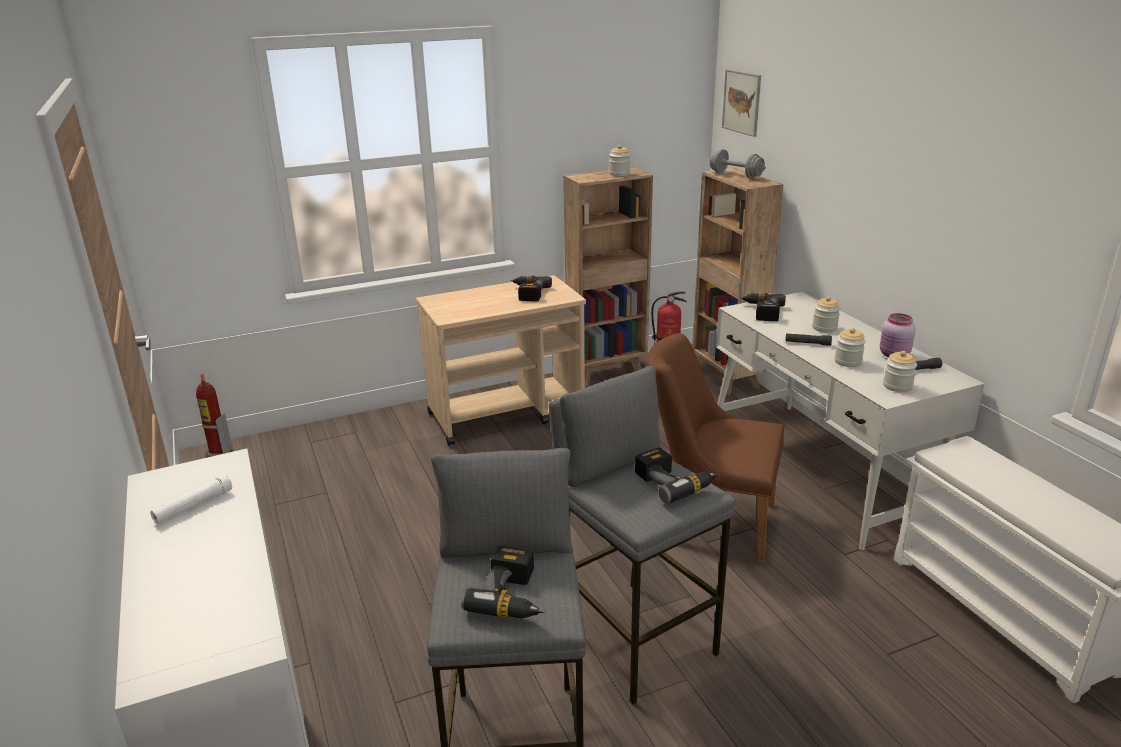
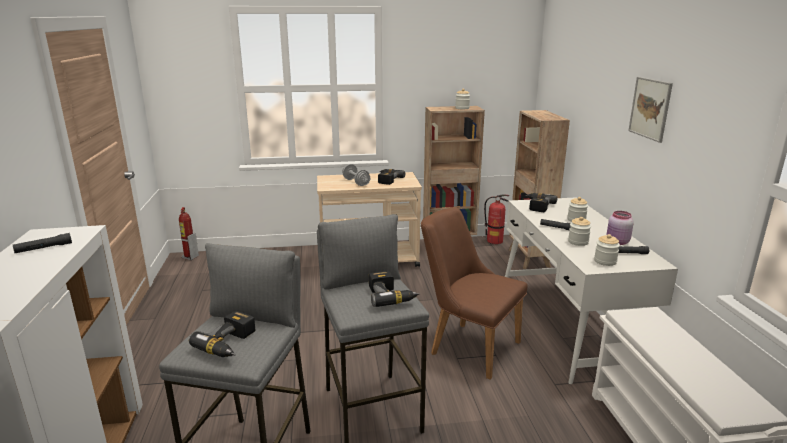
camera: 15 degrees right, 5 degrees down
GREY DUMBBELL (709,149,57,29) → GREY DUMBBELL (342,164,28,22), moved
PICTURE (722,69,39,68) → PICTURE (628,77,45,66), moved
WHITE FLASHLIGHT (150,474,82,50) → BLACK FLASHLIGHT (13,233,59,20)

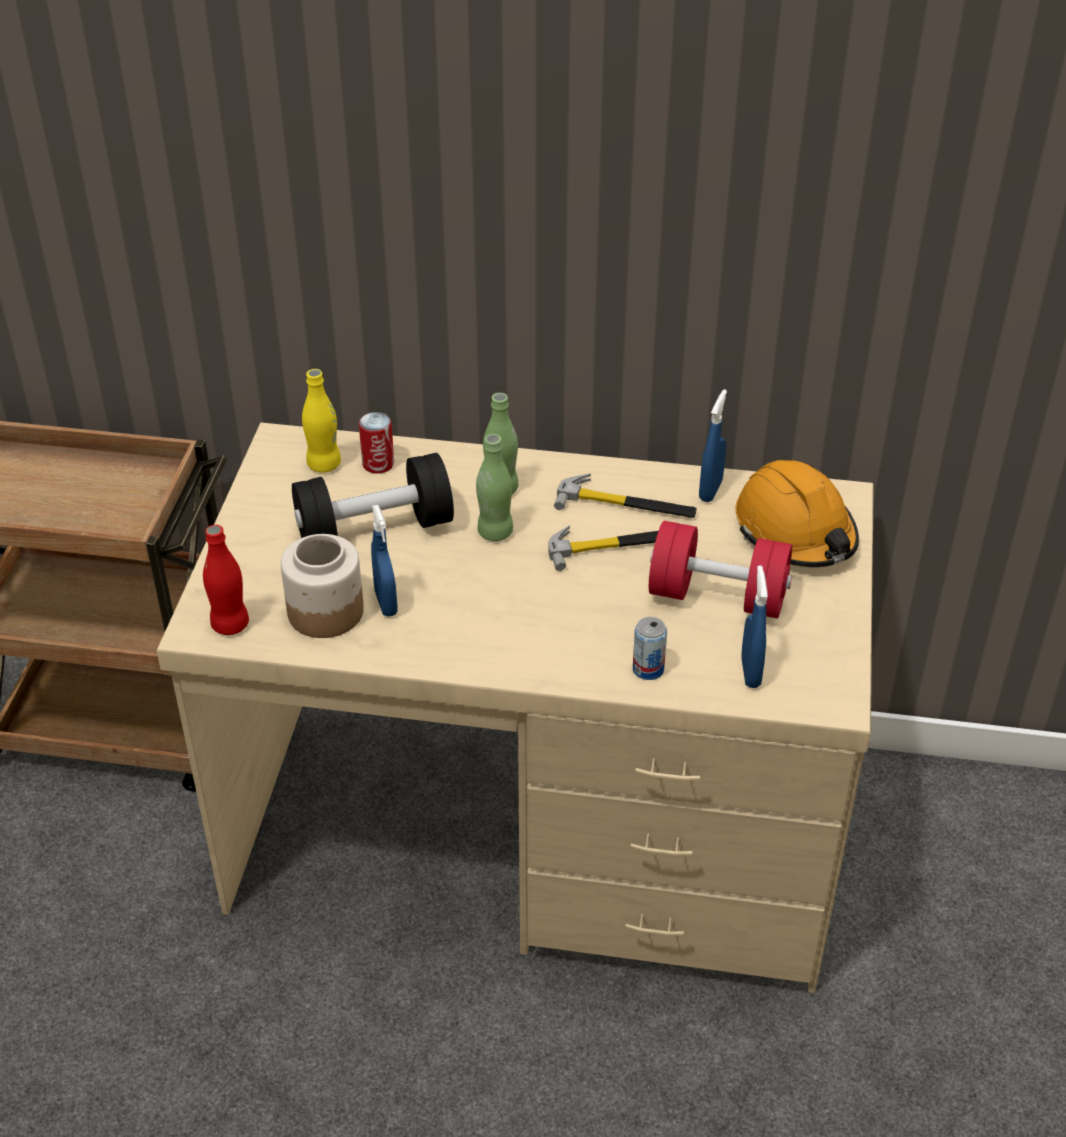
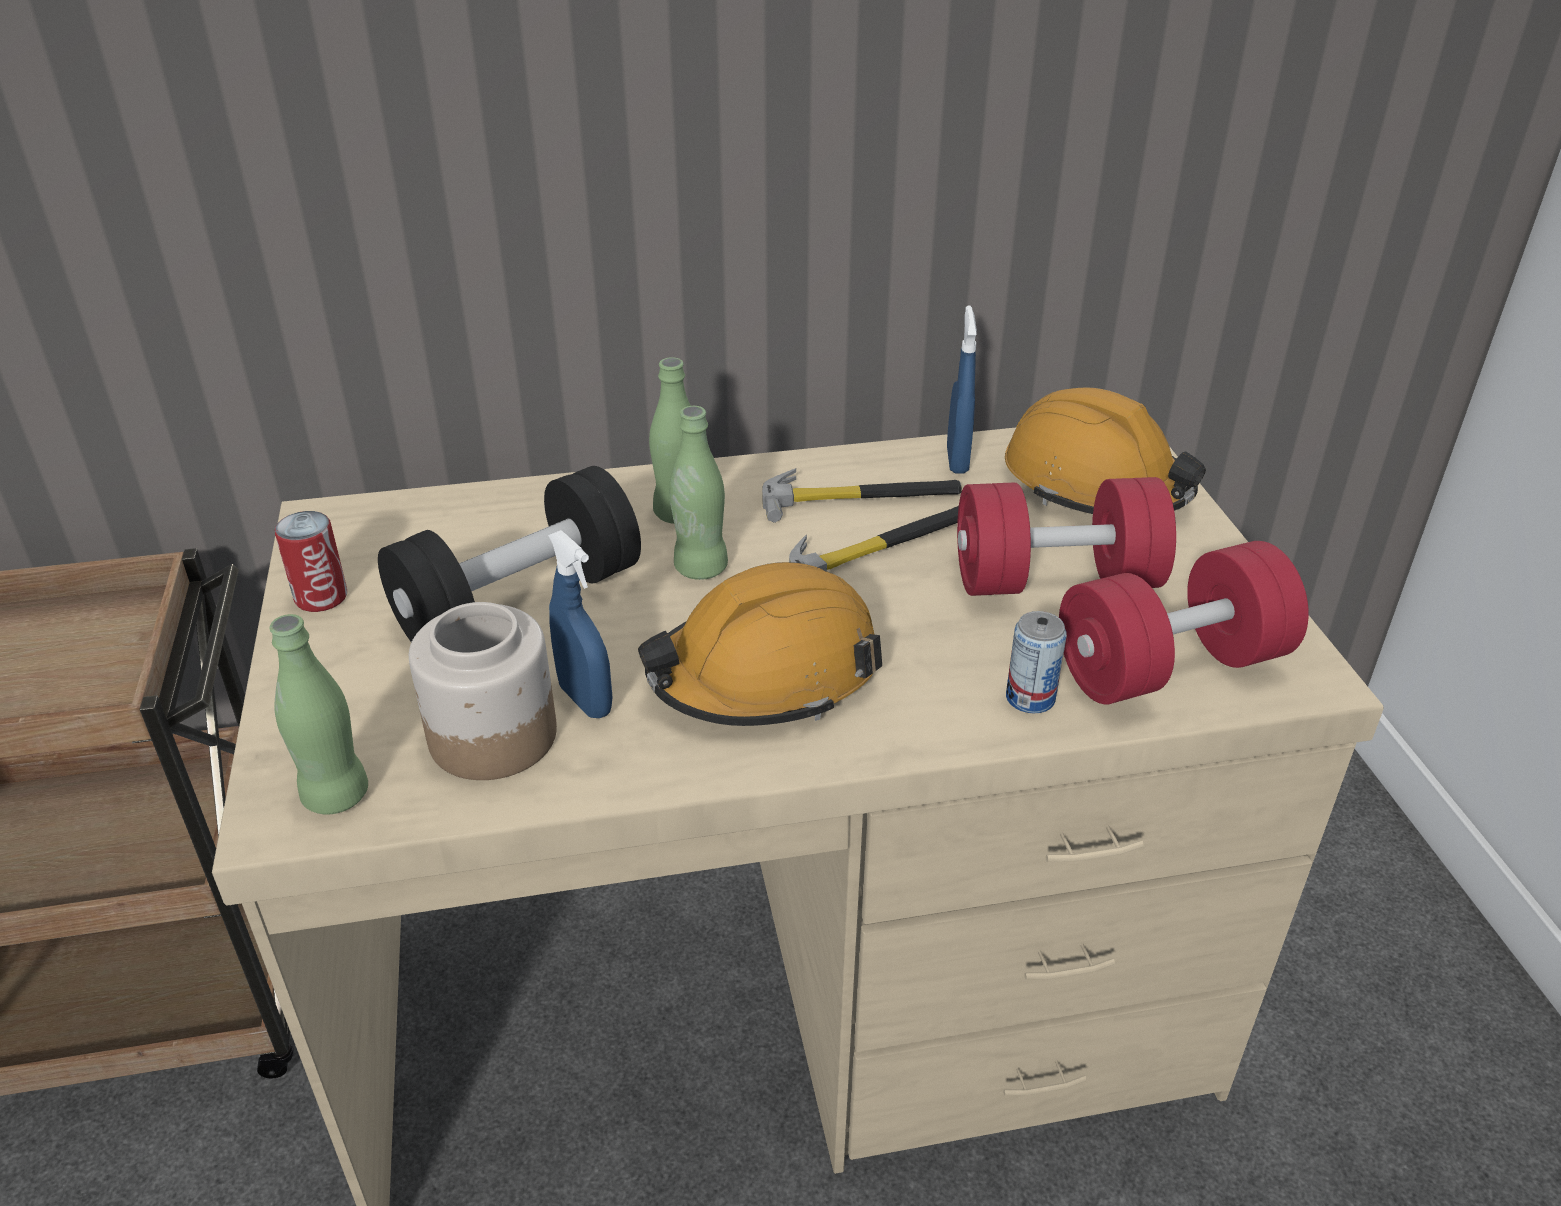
camera: 20 degrees left, 5 degrees down
YELLOW BOTTLE (302,369,39,104) → -
- → ORANGE HARD HAT (638,562,244,164)
CAN (359,412,35,62) → CAN (275,511,72,101), moved
BLUE SPRAY BOTTLE (741,565,27,123) → RED DUMBBELL (1059,541,250,163)
RED BOTTLE (203,525,46,110) → GREEN BOTTLE (270,614,98,201)

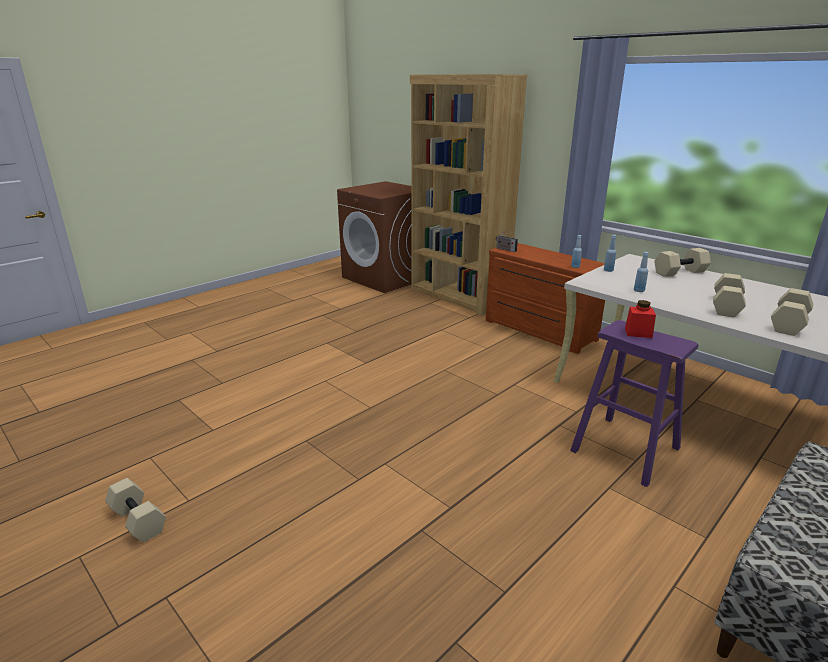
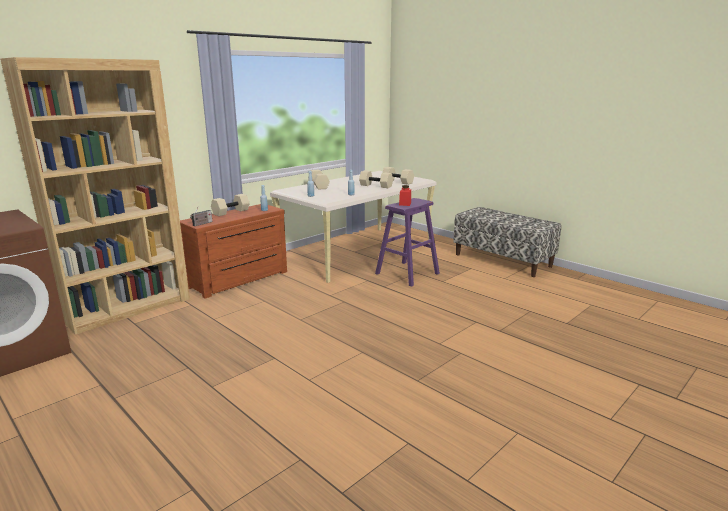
camera: 90 degrees left, 5 degrees down
BEIGE DUMBBELL (105,478,61,64) → BEIGE DUMBBELL (211,194,39,22), moved

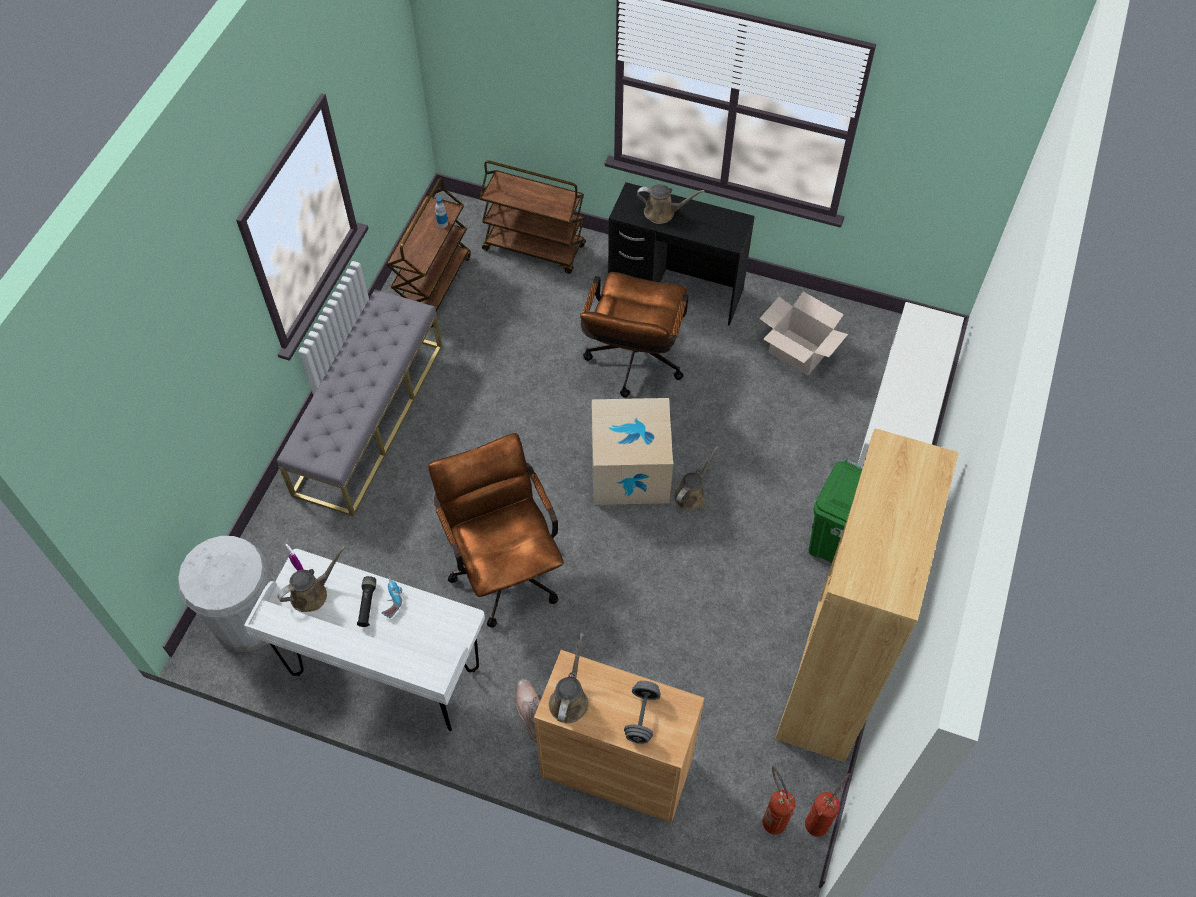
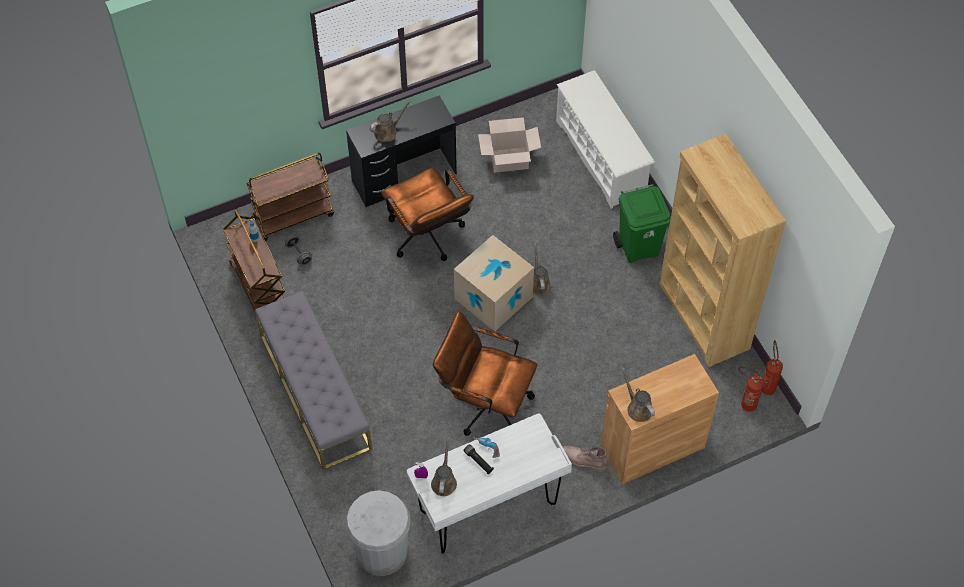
camera: 45 degrees left, 0 degrees up
GREY DUMBBELL (624,681,37,63) → GREY DUMBBELL (285,234,27,31), moved

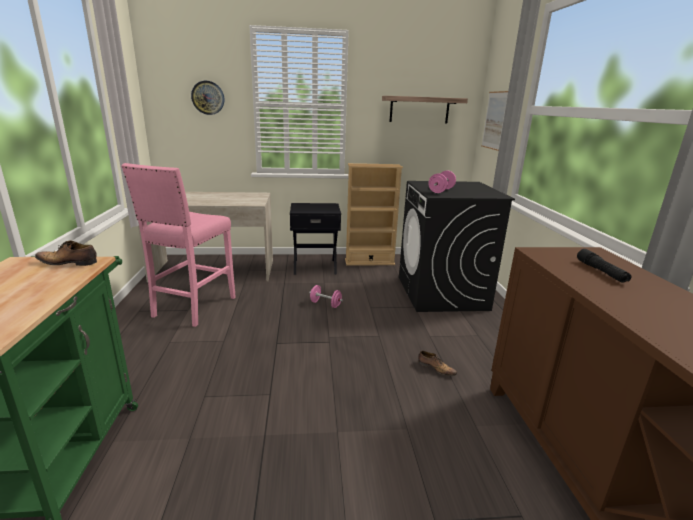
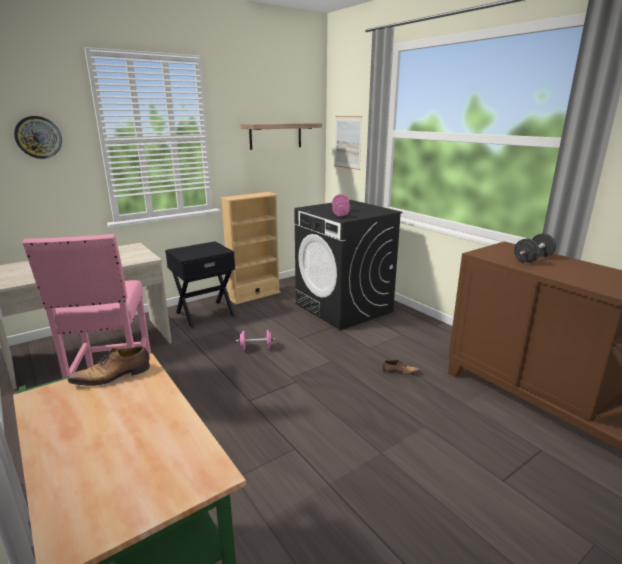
camera: 30 degrees left, 0 degrees up
BLACK FLASHLIGHT (577,249,54,34) → BLACK DUMBBELL (514,233,42,30)

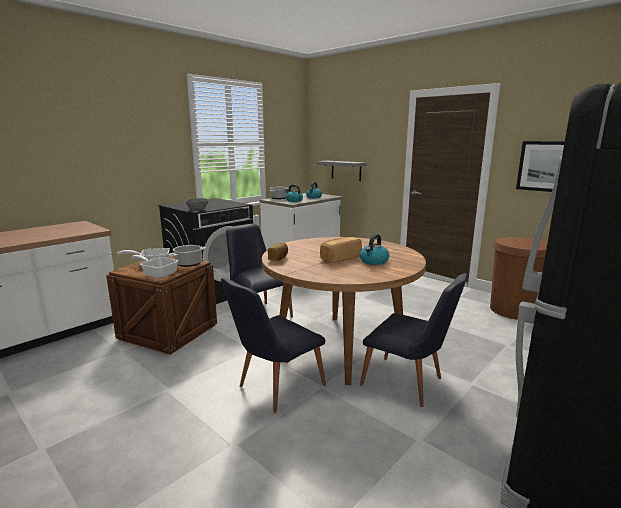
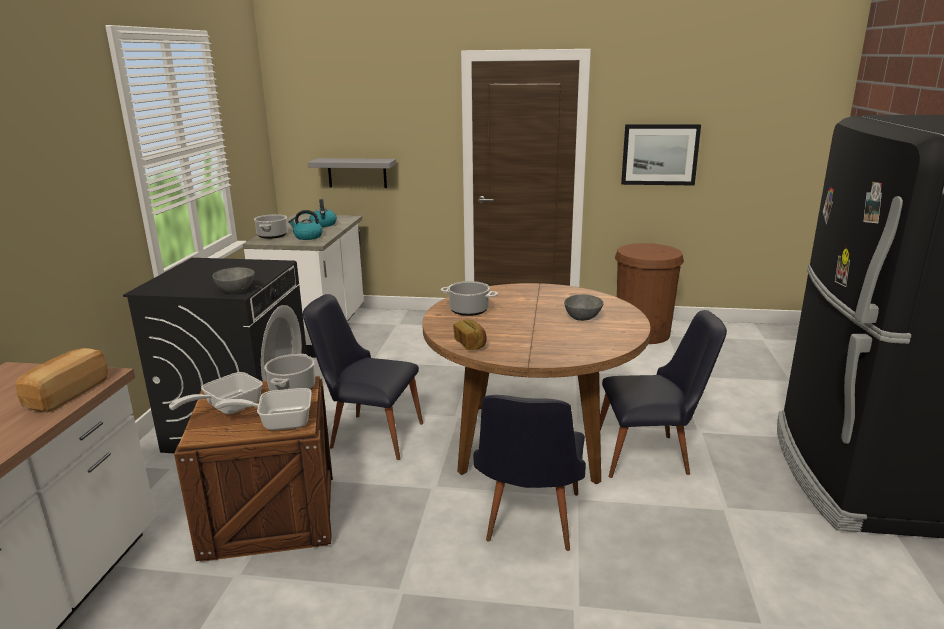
camera: 35 degrees left, 5 degrees up
- → COOKING POT (440,281,58,35)
BREAD (320,237,42,26) → BREAD (15,348,93,65), moved
KETTLE (360,234,29,31) → GREY BOWL (564,294,39,27)

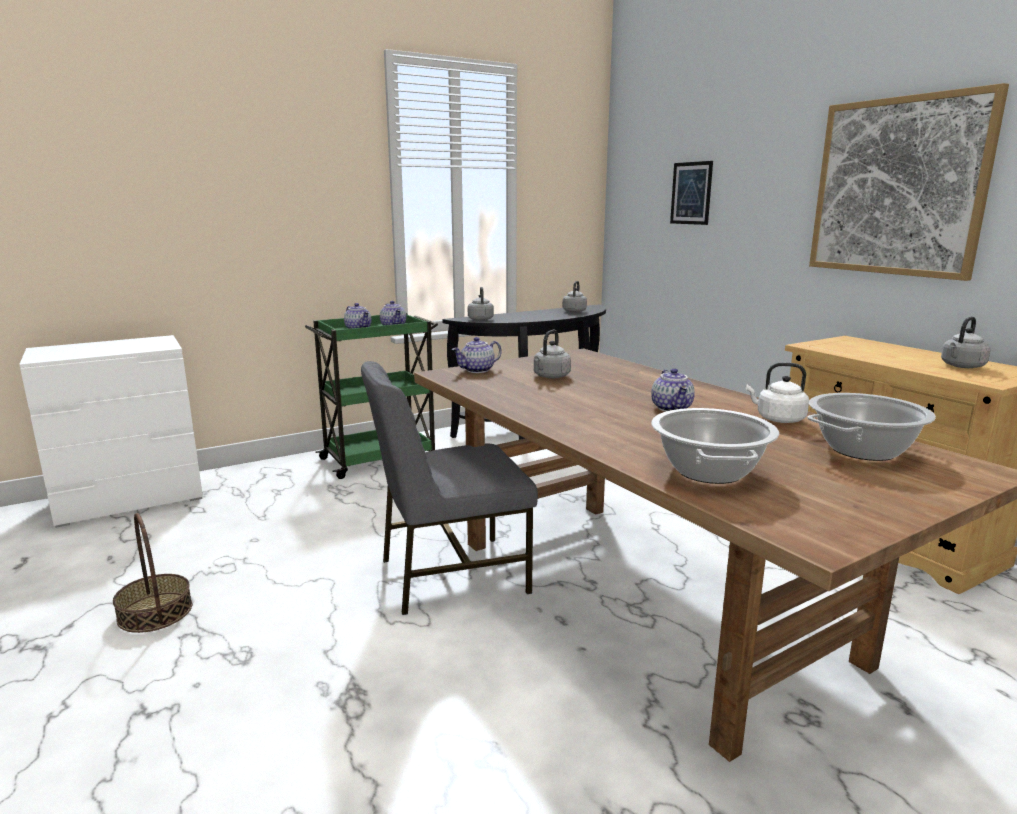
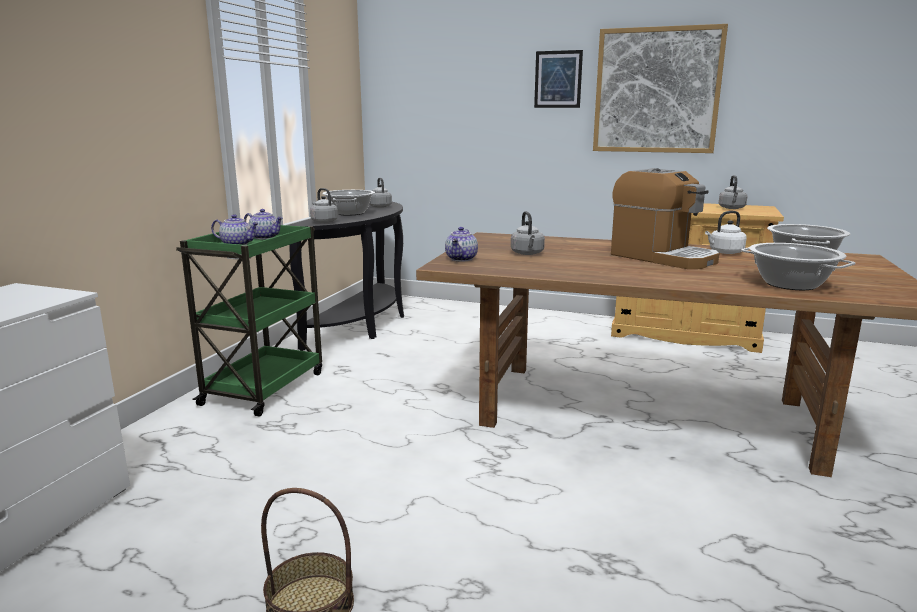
camera: 40 degrees left, 0 degrees up
GREY CHAIR (361,361,177,254) → -
- → COOKING POT (322,190,53,25)
PICTURE (670,161,43,64) → PICTURE (534,50,49,58), moved
TEAPOT (651,368,44,44) → COFFEE MACHINE (611,168,108,101)

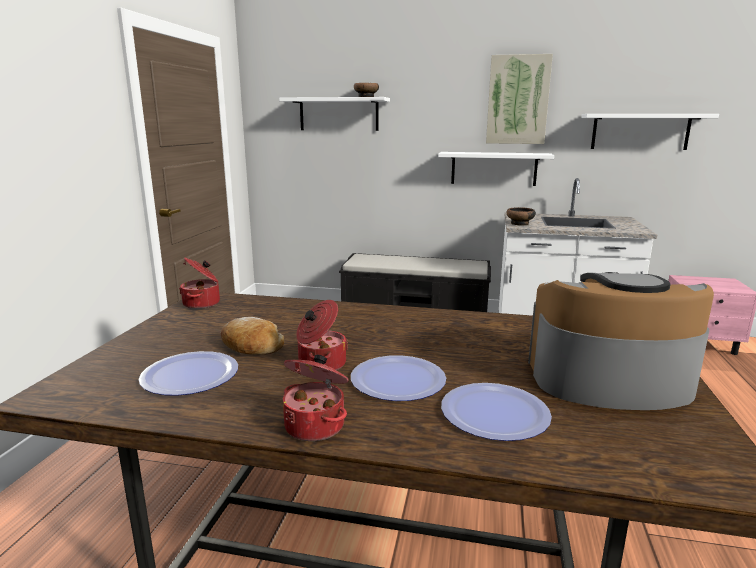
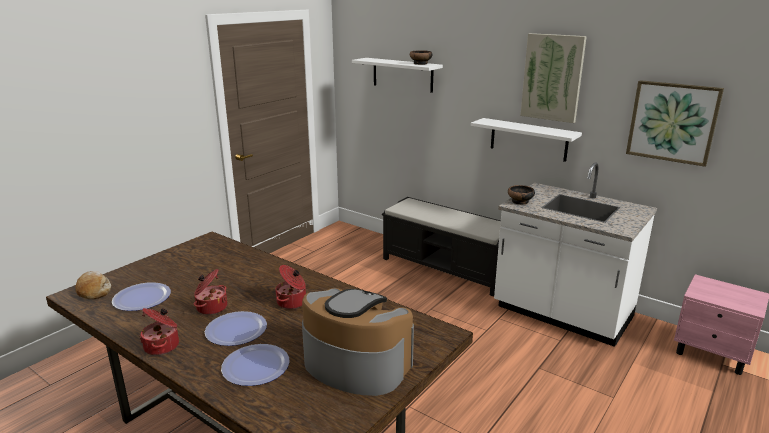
camera: 25 degrees right, 5 degrees up
COOKING POT (179,258,41,51) → COOKING POT (275,265,31,44), moved
BREAD (221,317,63,38) → BREAD (75,271,36,28), moved
WHITE SHELF (581,114,138,36) → PICTURE (626,80,98,87)

